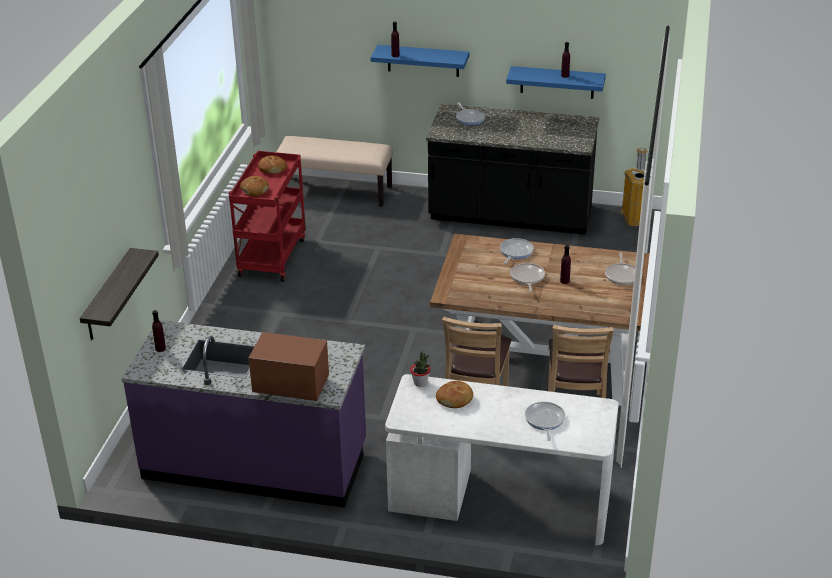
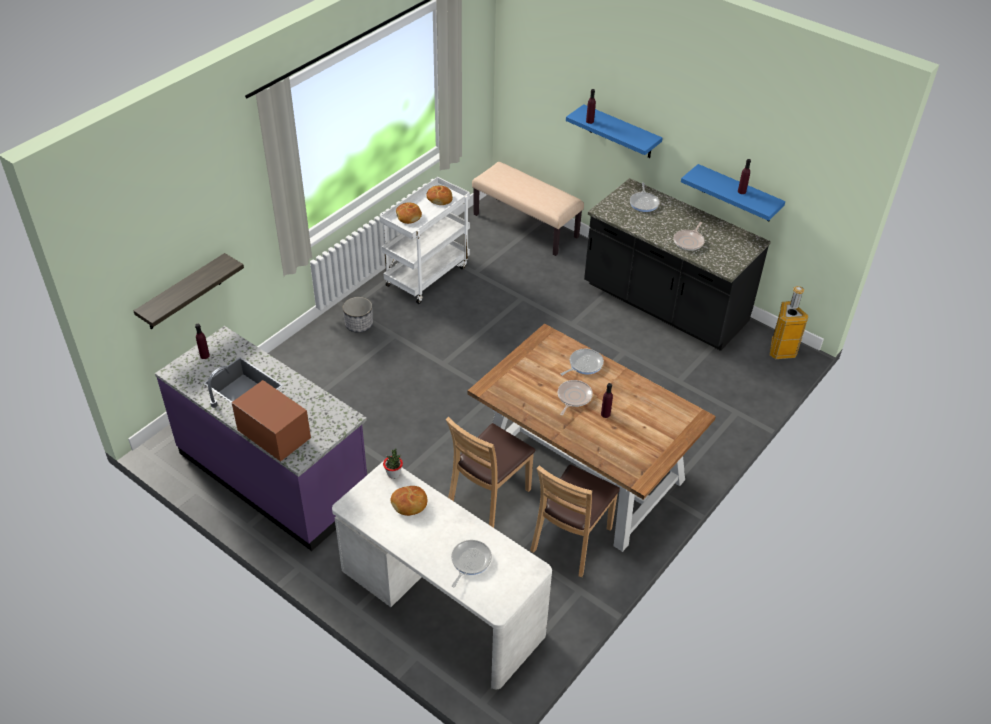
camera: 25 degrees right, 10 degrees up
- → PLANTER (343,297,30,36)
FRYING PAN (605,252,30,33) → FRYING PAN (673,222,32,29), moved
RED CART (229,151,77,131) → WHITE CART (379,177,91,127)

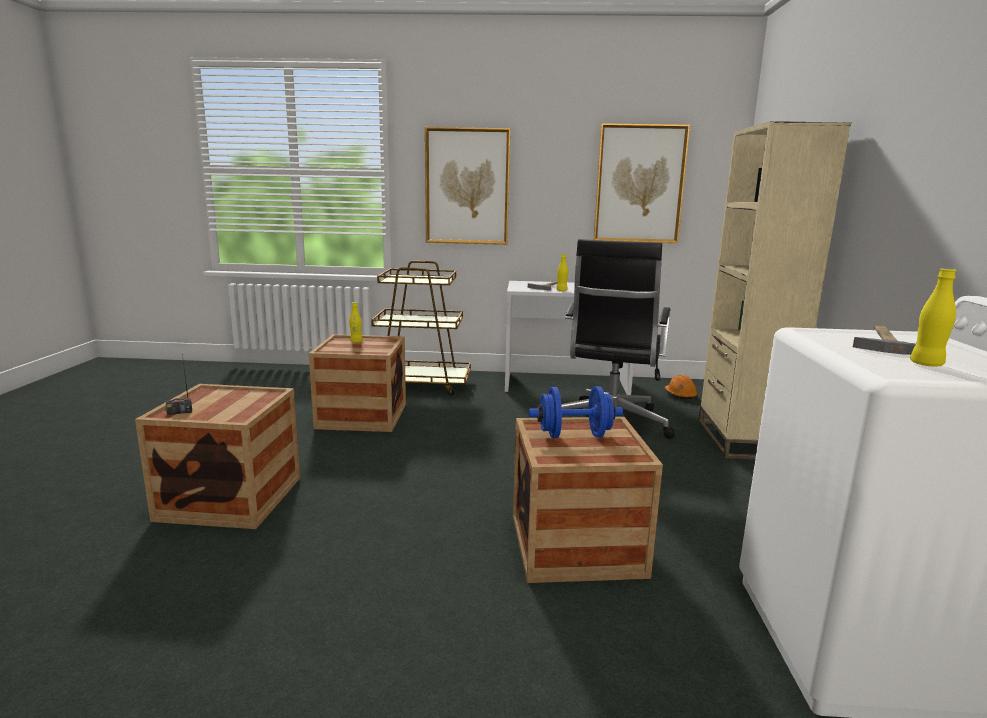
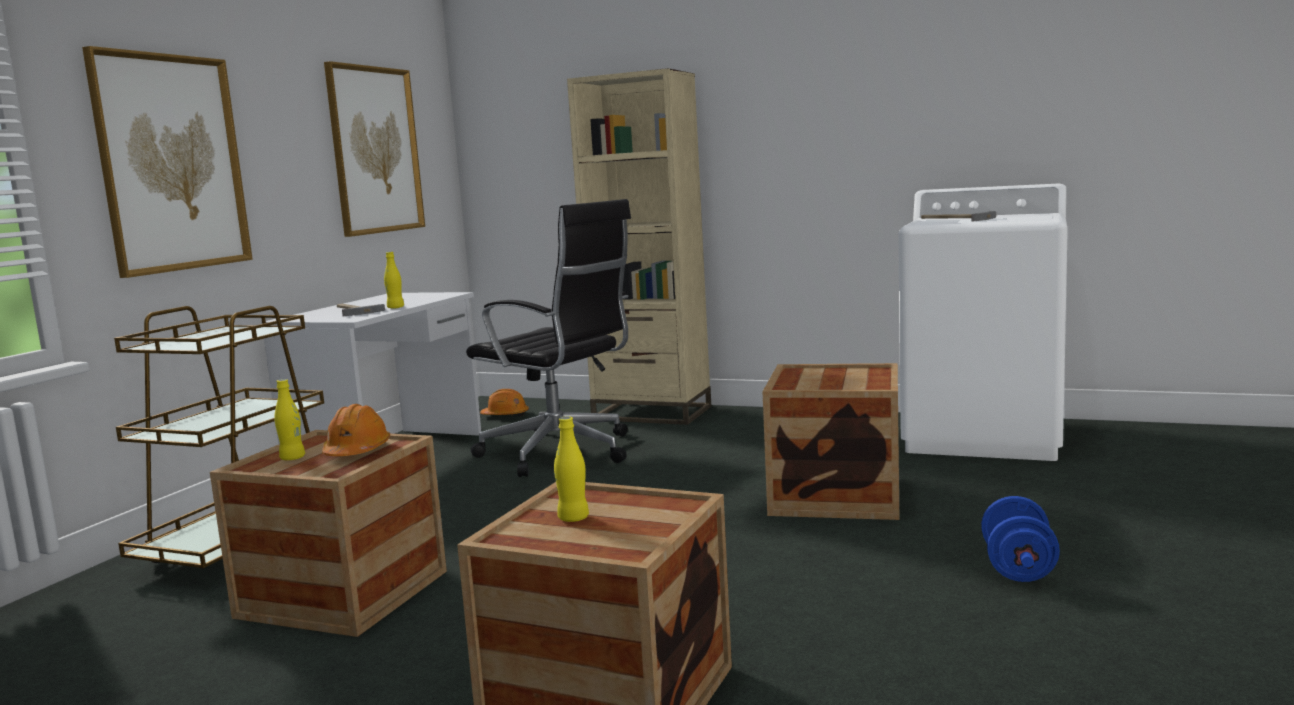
camera: 70 degrees left, 5 degrees down
RADIO (166,354,26,61) → -
- → ORANGE HARD HAT (322,404,68,52)
BLUE DUMBBELL (529,386,94,52) → BLUE DUMBBELL (981,496,79,86), moved
YELLOW BOTTLE (910,268,46,99) → YELLOW BOTTLE (554,416,35,106), moved

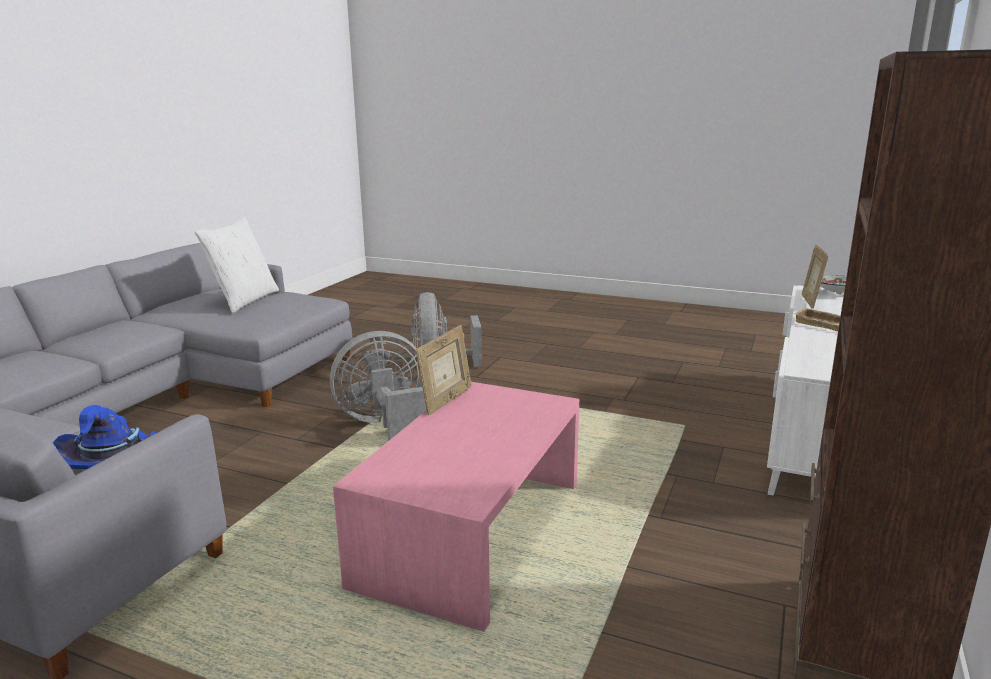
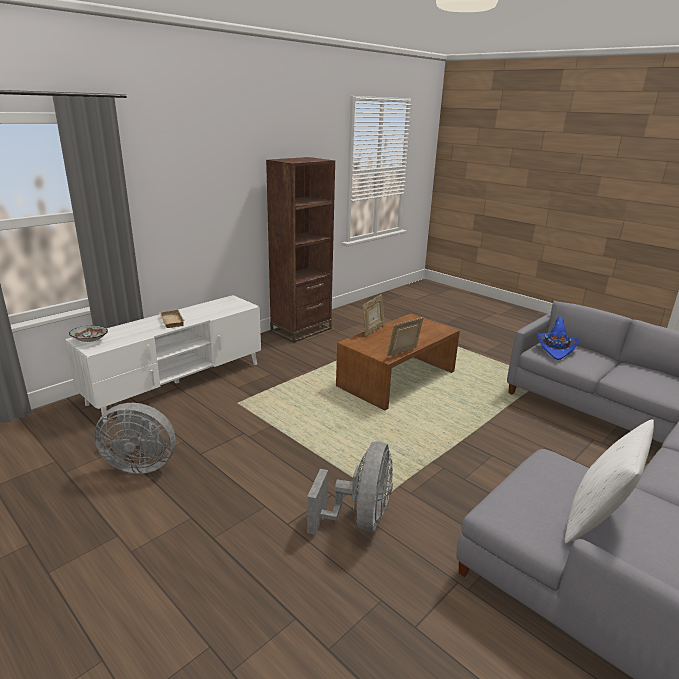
camera: 160 degrees left, 5 degrees up
GREY FAN (330,331,97,110) → GREY FAN (94,403,82,71), moved
PICTURE FRAME (802,244,27,64) → PICTURE FRAME (363,294,22,42), moved
PINK COFFEE TABLE (333,382,246,250) → BROWN COFFEE TABLE (336,313,124,98)

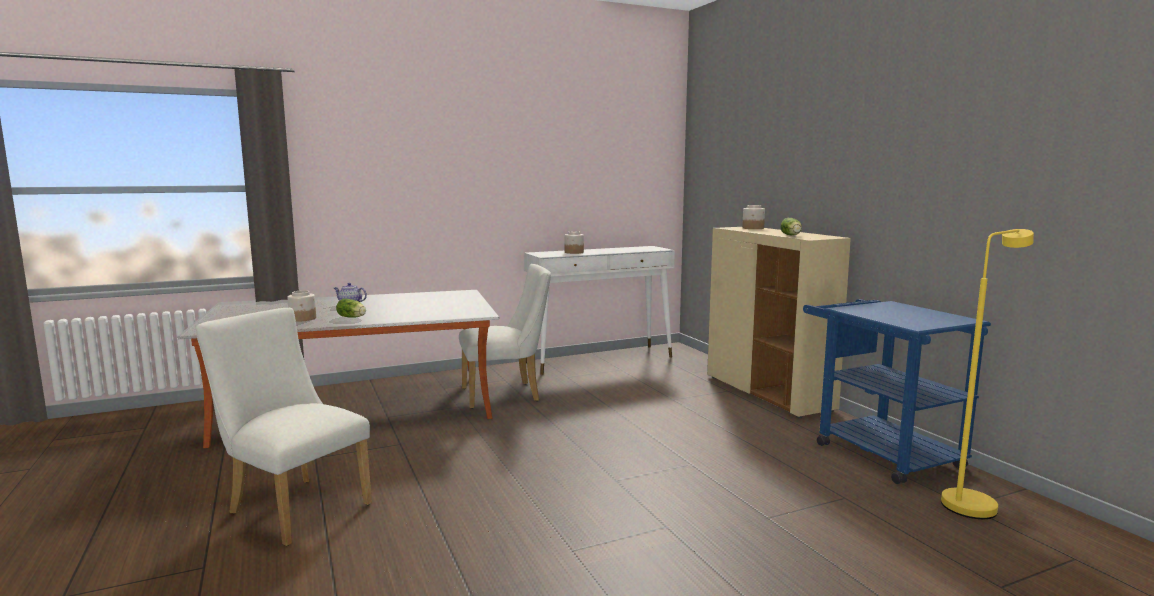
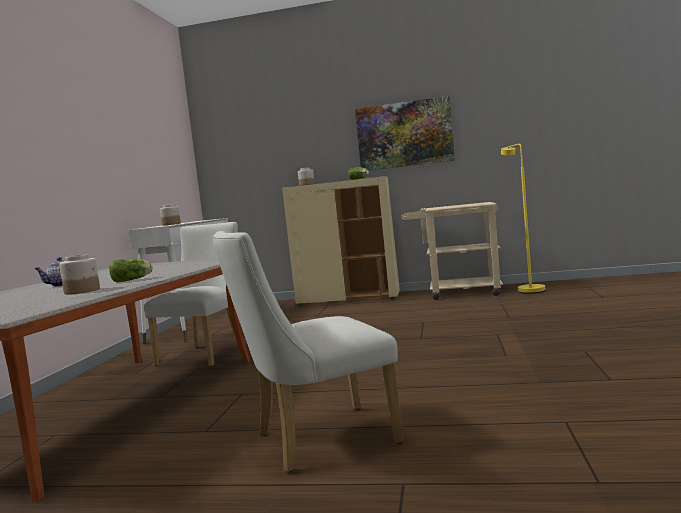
camera: 55 degrees left, 5 degrees down
- → PICTURE (355,96,100,74)
BLUE CART (803,299,188,185) → BEIGE CART (401,202,102,98)

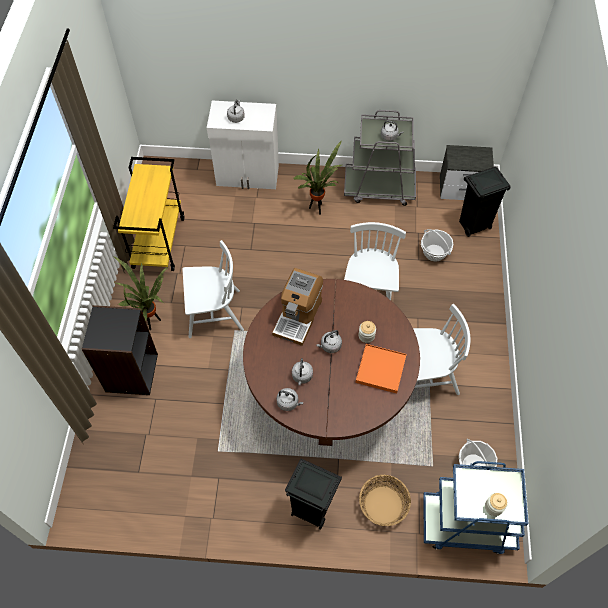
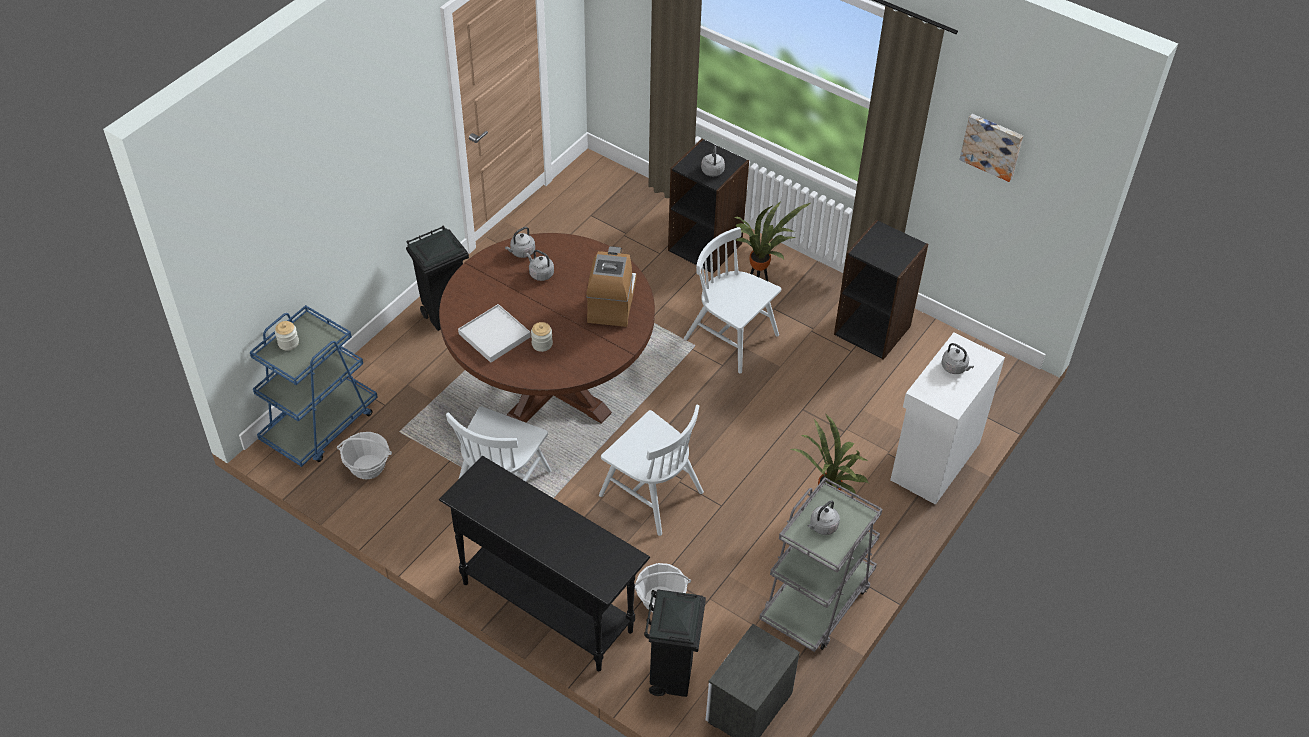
camera: 120 degrees right, 10 degrees down
BASKET (359,475,52,51) → -
- → BLACK CONSOLE TABLE (439,456,211,215)
- → PICTURE (959,114,64,68)
GREY KETTLE (316,330,26,23) → GREY KETTLE (701,146,24,30), moved
YELLOW CART (113,157,71,114) → BLACK BOOKCASE (834,220,94,140)
ORANGE TRAY (356,344,51,50) → WHITE TRAY (458,304,73,59)
WHITE CHAIR (182,240,62,98) → WHITE CHAIR (684,227,97,146), 105 degrees clockwise
COFFEE MACHINE (272,268,51,78) → COFFEE MACHINE (586,246,51,81), 45 degrees clockwise

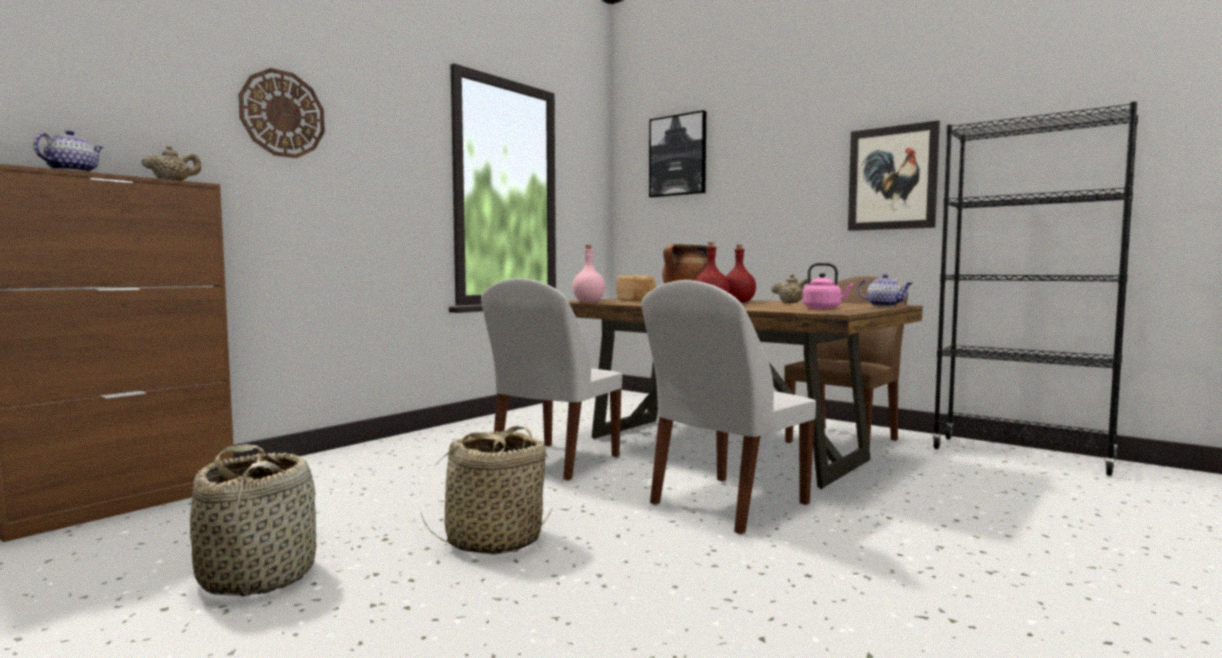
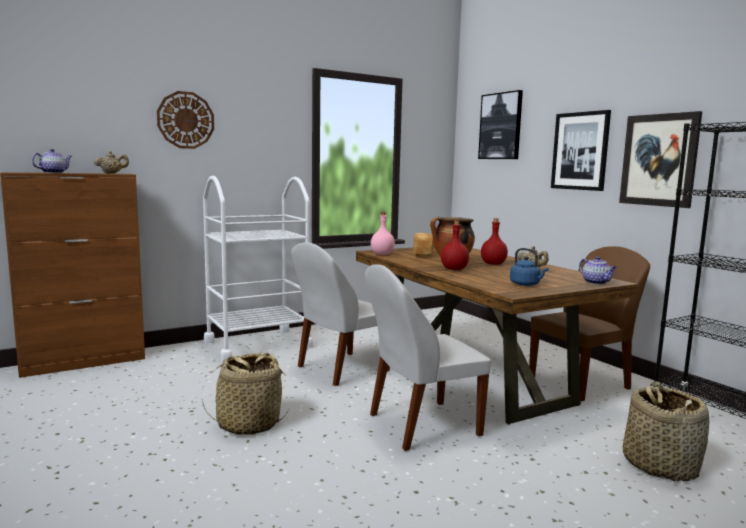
camera: 20 degrees right, 5 degrees up
- → WHITE CART (203,176,110,185)
- → PICTURE (551,110,60,81)
BASKET (190,444,127,153) → BASKET (623,381,86,101), moved
PINK KETTLE (803,263,50,46) → BLUE KETTLE (510,248,39,38)

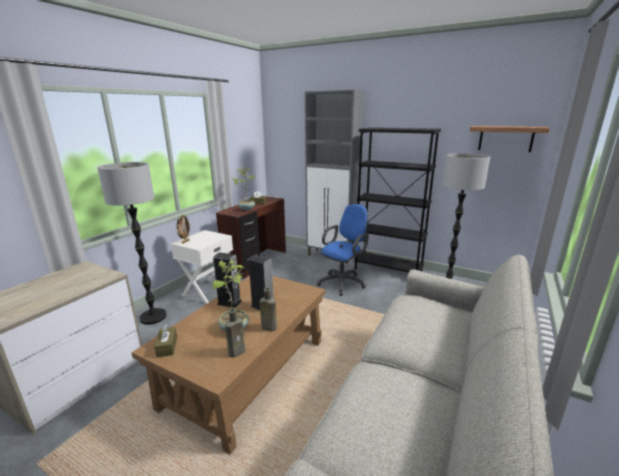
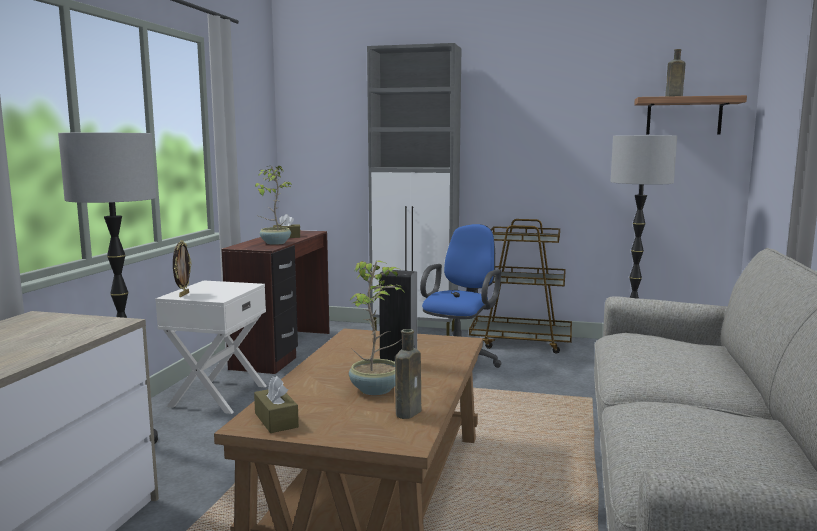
camera: 15 degrees left, 10 degrees down
SPEAKER (213,252,29,56) → -
BROWN BOTTLE (260,288,17,43) → BROWN BOTTLE (665,49,20,48), moved
BLACK BOOKCASE (354,127,87,146) → BROWN CART (469,219,103,135)

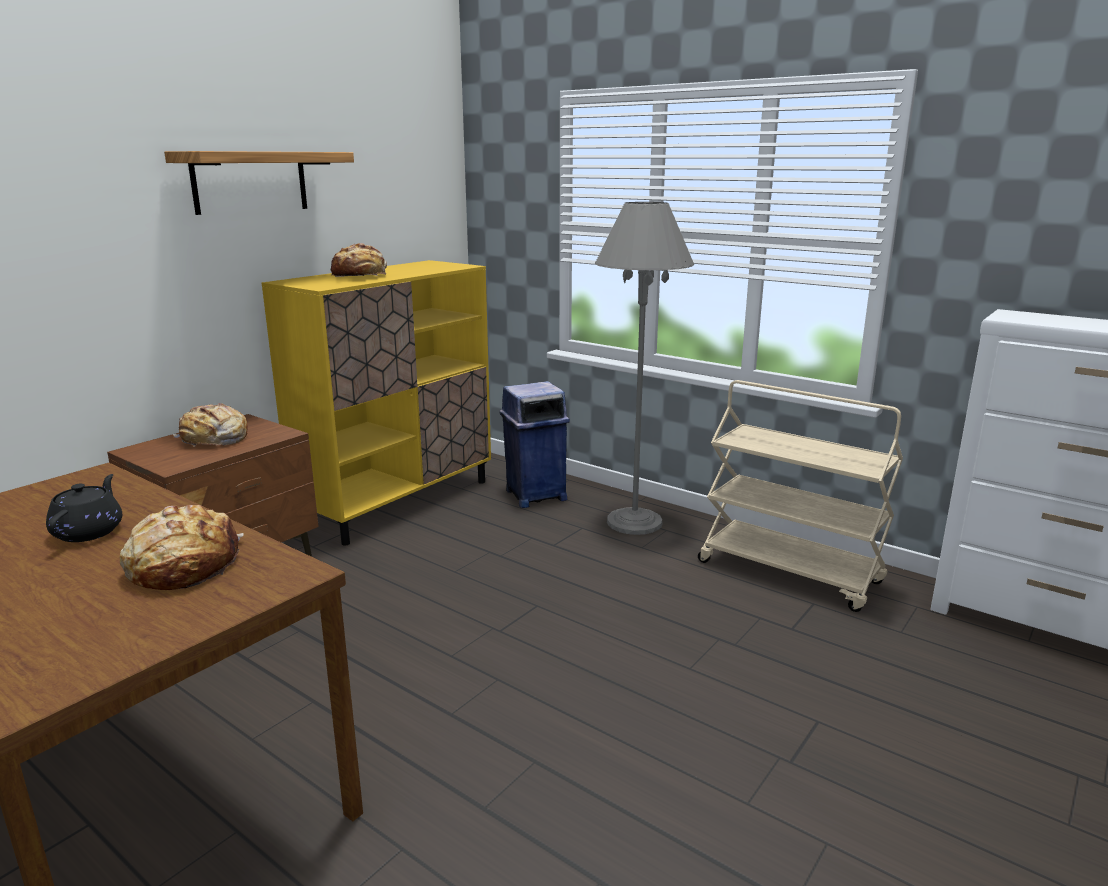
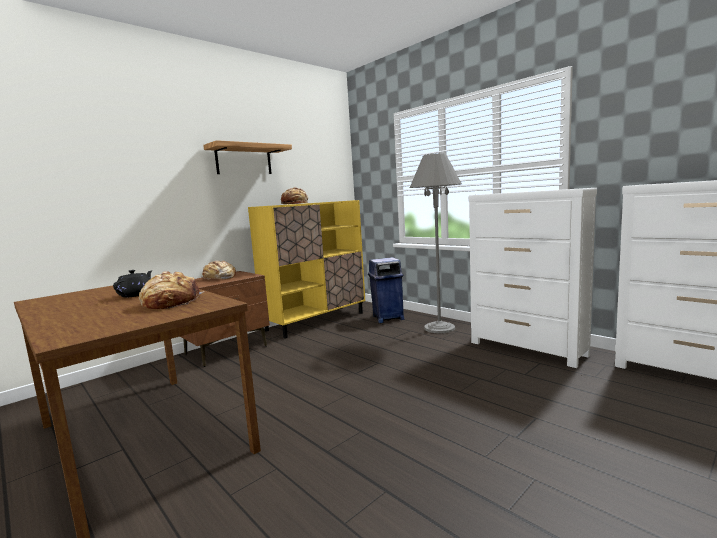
camera: 10 degrees right, 10 degrees down
BEIGE CART (698,380,205,232) → WHITE DRESSER (468,188,129,180)

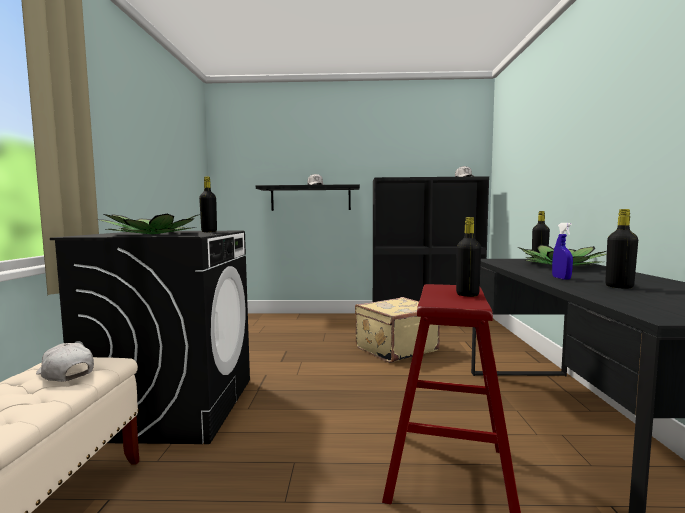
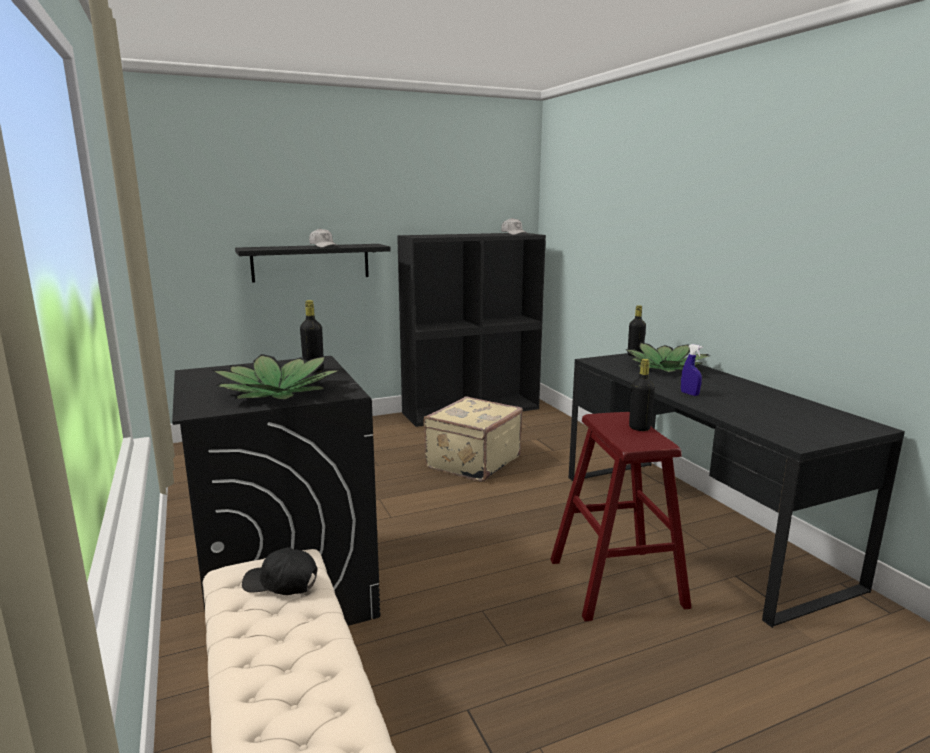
camera: 25 degrees left, 10 degrees up
BLACK BOTTLE (605,209,33,80) → -
WHITE CAP (36,343,58,39) → BLACK CAP (242,547,76,48)

